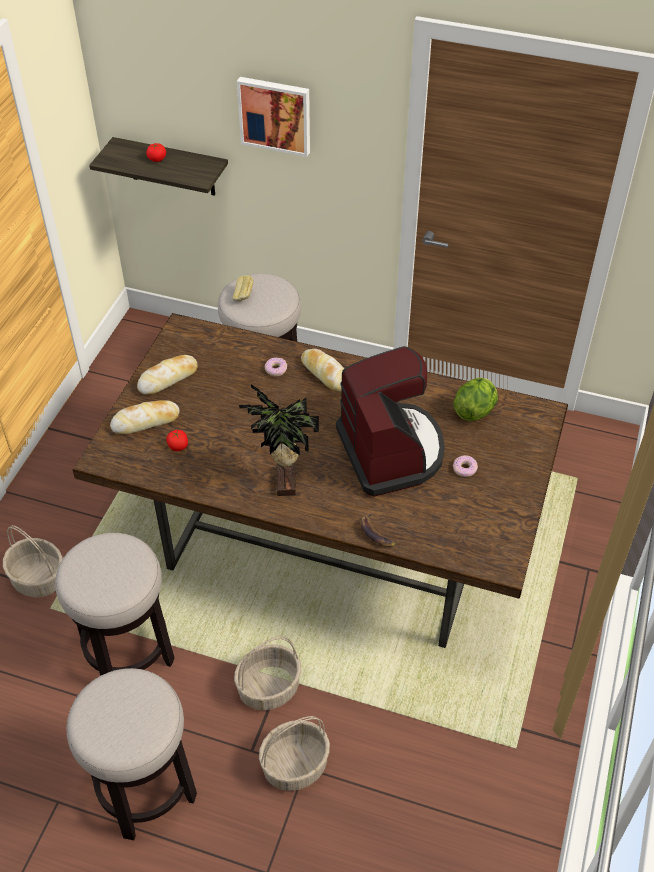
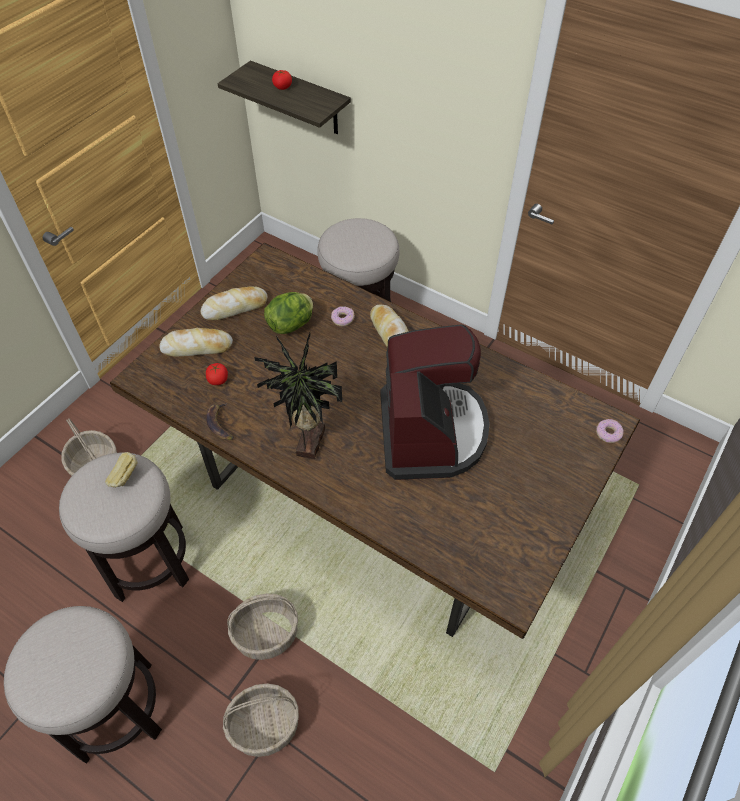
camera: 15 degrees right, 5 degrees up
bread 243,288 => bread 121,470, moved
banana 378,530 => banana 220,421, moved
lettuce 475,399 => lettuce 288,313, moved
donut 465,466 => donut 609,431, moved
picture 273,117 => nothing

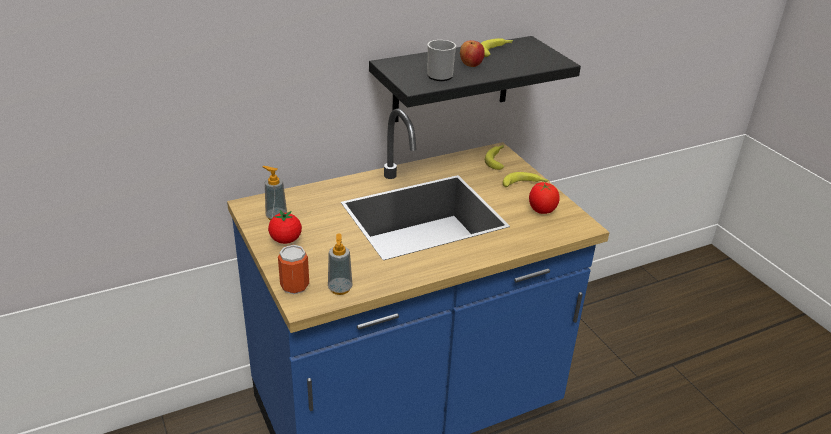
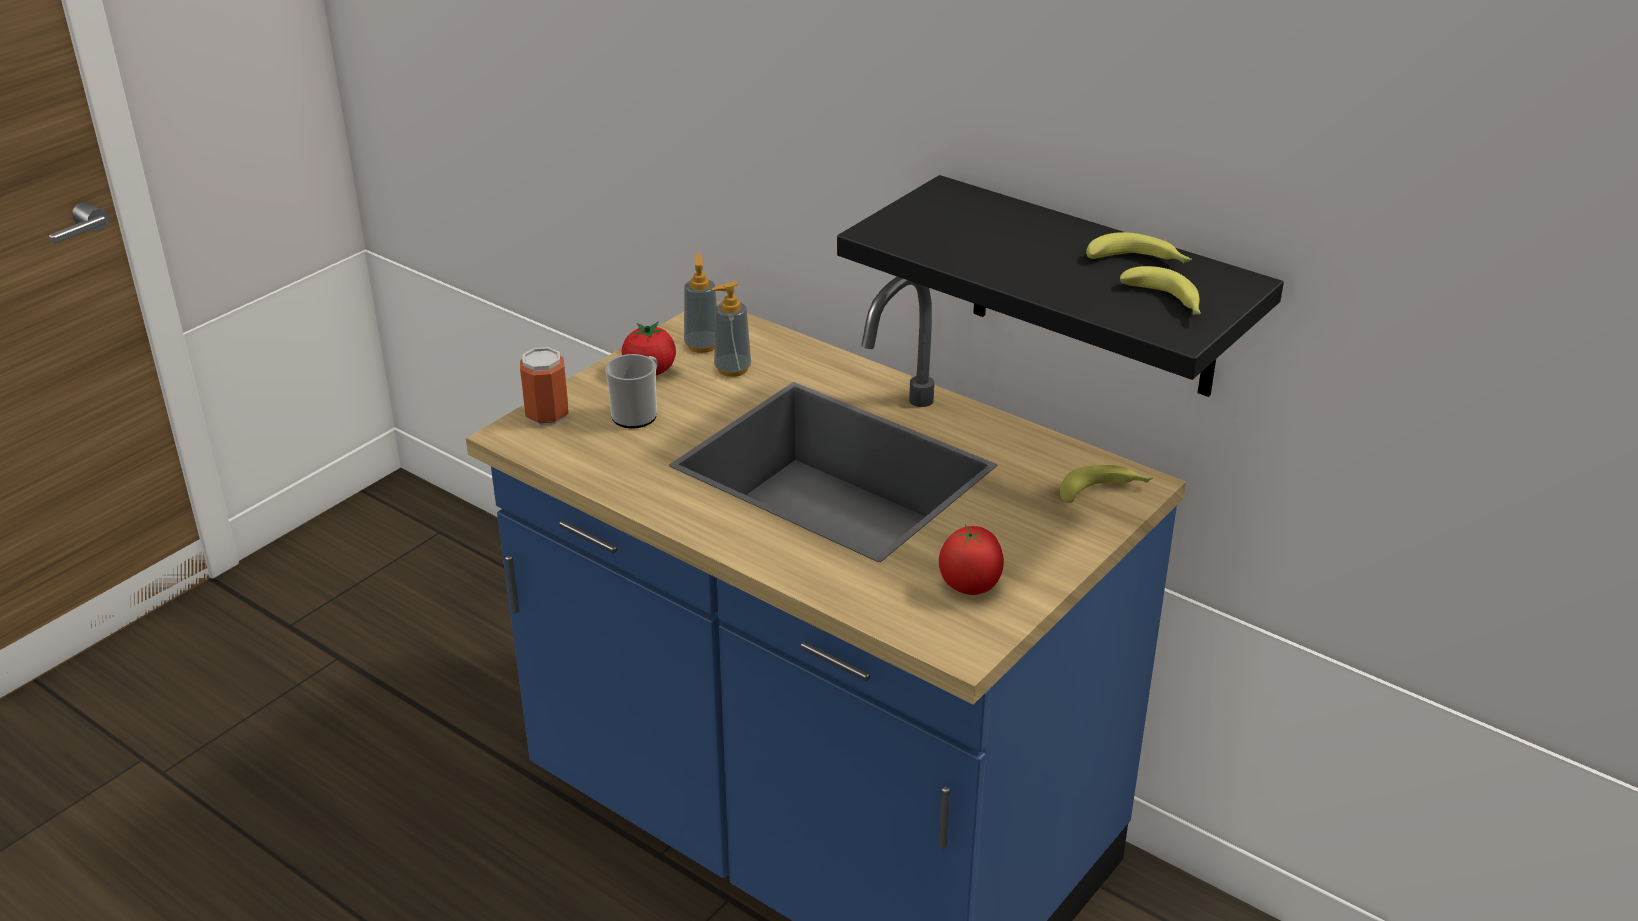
camera: 65 degrees right, 0 degrees up
mug 441,60 => mug 631,391, moved
soap dispenser 340,264 => soap dispenser 731,329, moved
banana 526,179 => banana 1160,290, moved
apple 472,53 => nothing

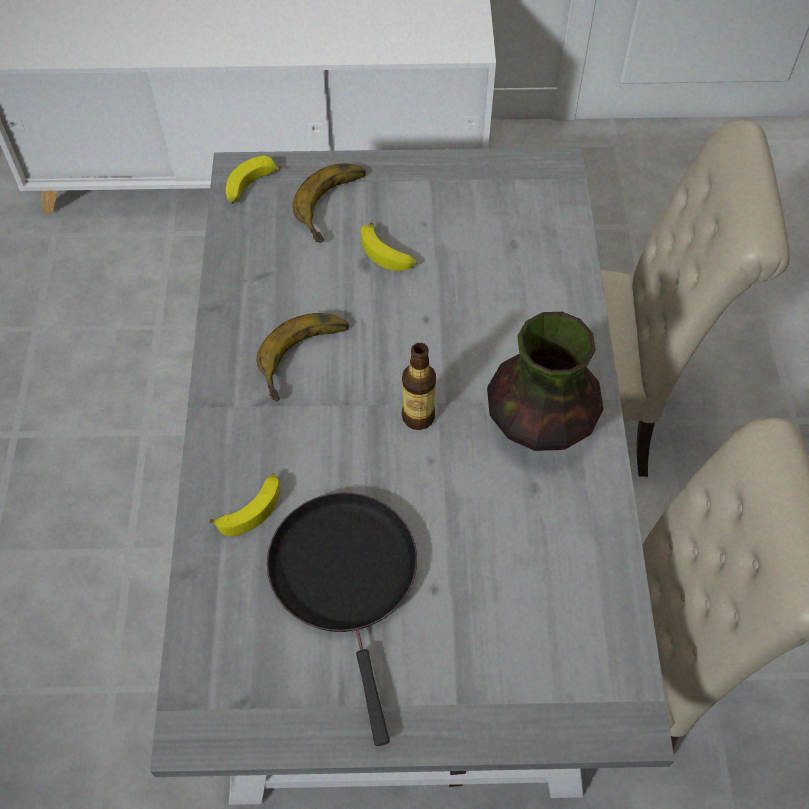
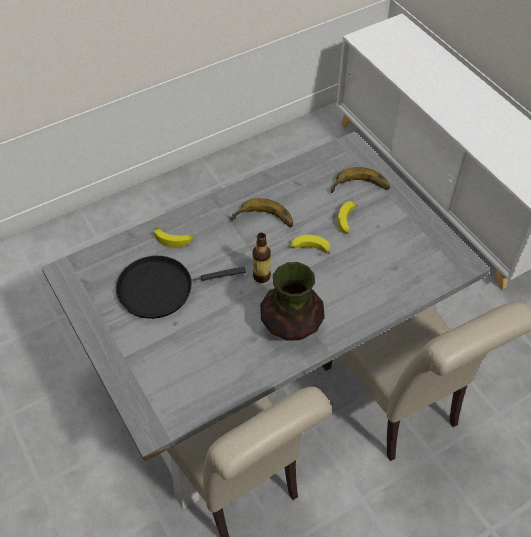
camera: 60 degrees right, 5 degrees down
black frying pan 342,619 => black frying pan 181,287, 150 degrees counterclockwise
banana 253,180 => banana 310,244, moved

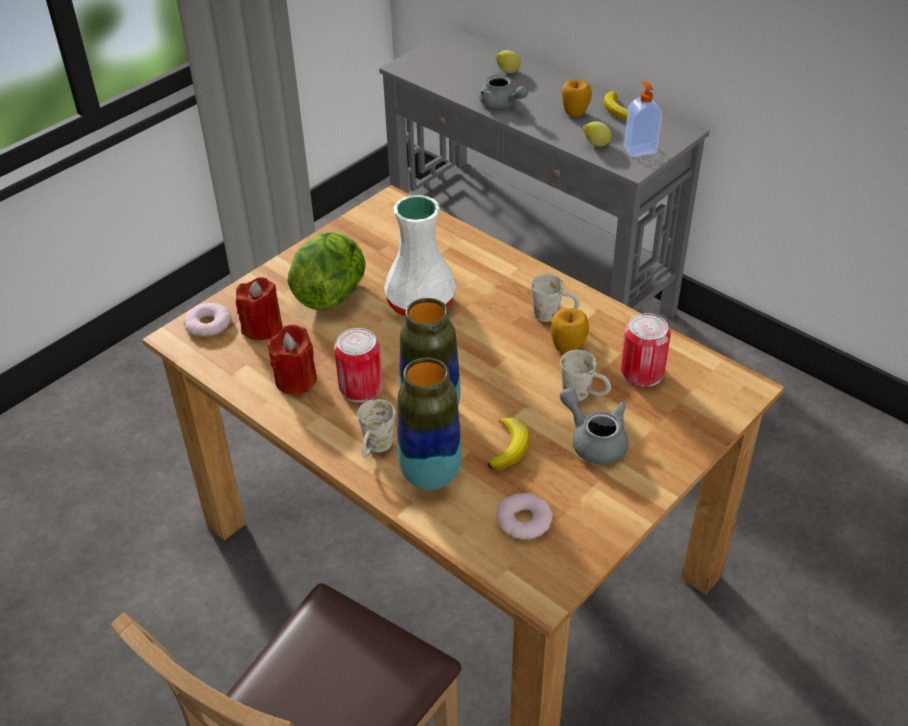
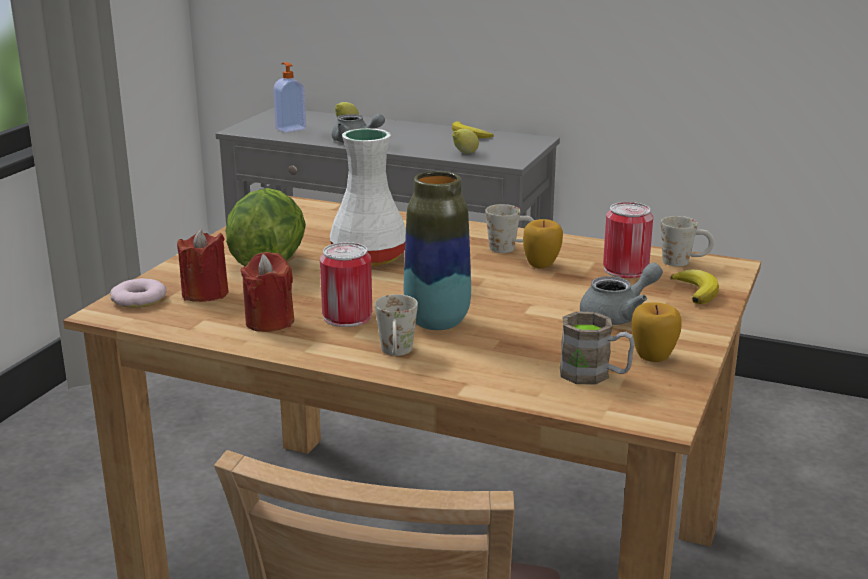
camera: 20 degrees left, 20 degrees down
soap dispenser 643,119 => soap dispenser 289,97, moved
donut 524,516 => brown mug 597,348
grey teapot 594,426 => grey teapot 621,294, 120 degrees clockwise
apple 577,98 => apple 657,332, moved
white mug 585,375 => white mug 687,241, moved
banana 508,444 => banana 694,286, moved
vase 429,424 => nothing

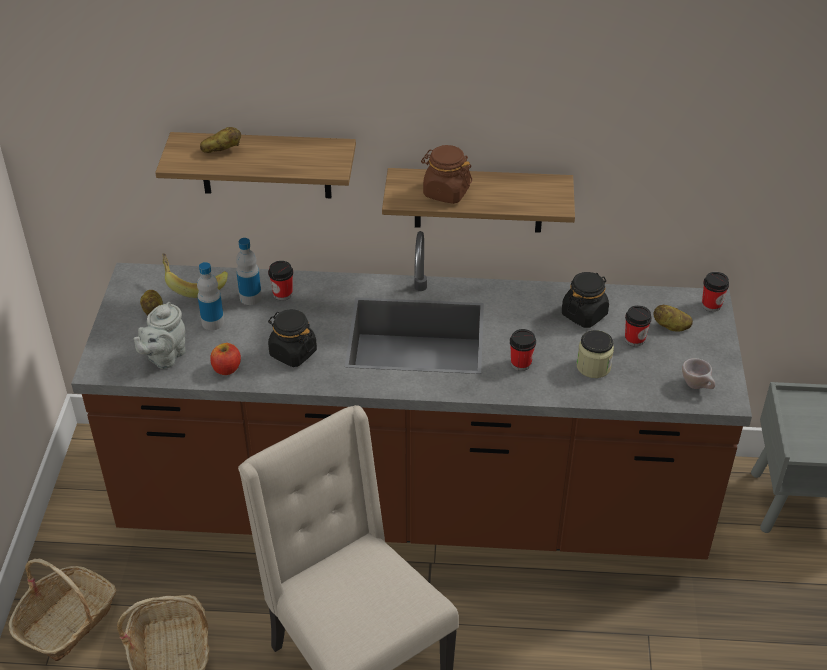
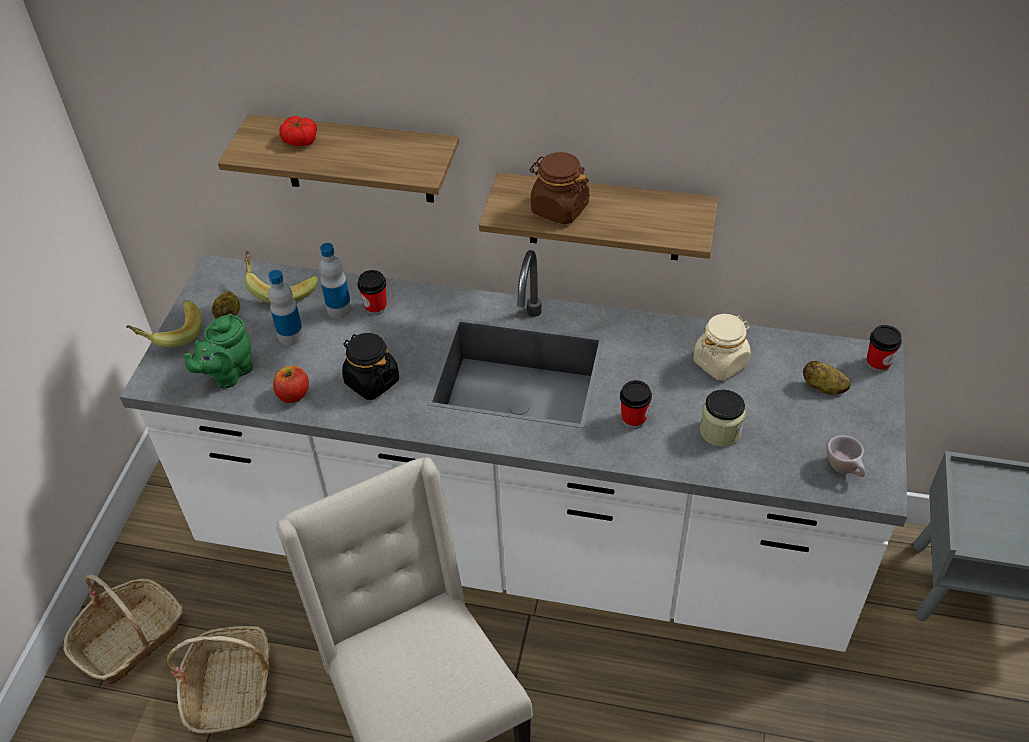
camera: 10 degrees right, 5 degrees up
brown counter 411,395 => white counter 513,451
nothing => banana 164,324
grey teapot 159,335 => green teapot 218,351
potato 220,140 => tomato 298,131
black jar 585,300 => beige jar 722,347
cup 638,326 => nothing

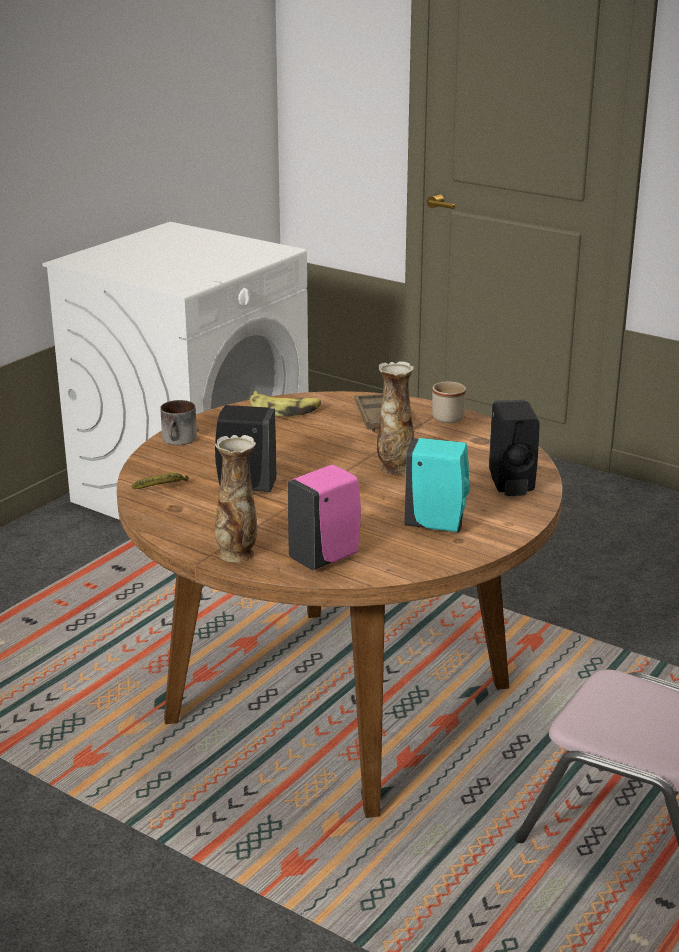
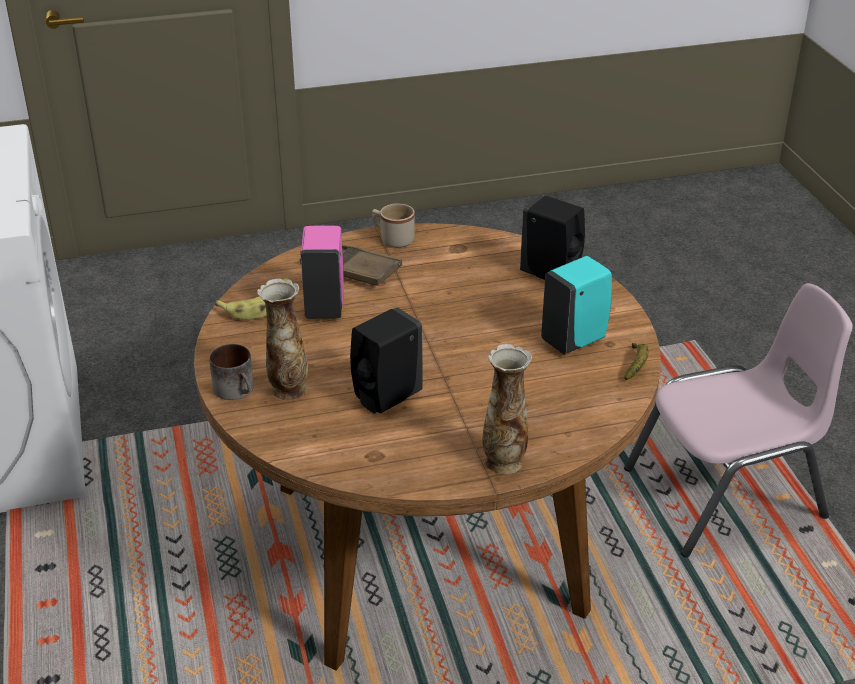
camera: 50 degrees left, 10 degrees up
vase 395,418 => vase 282,339, moved
pink soap dispenser 324,517 => pink soap dispenser 322,272, moved
banana 160,481 => banana 636,361, moved

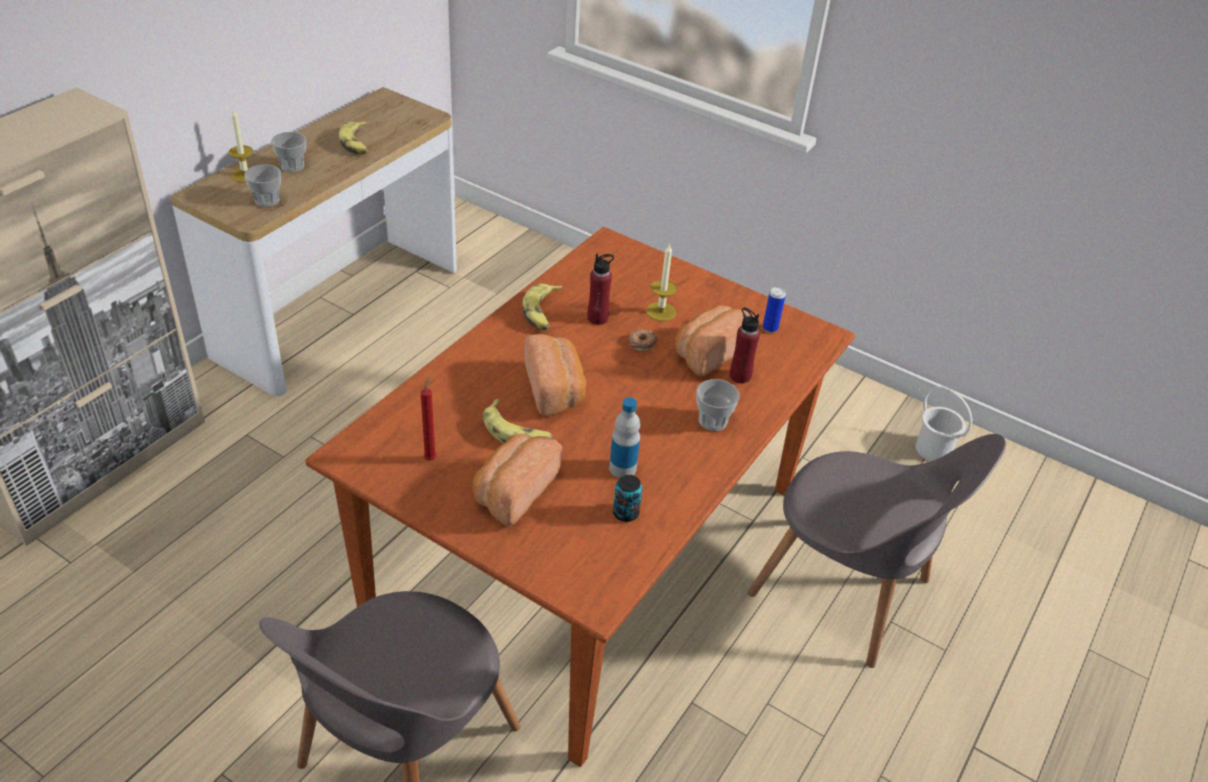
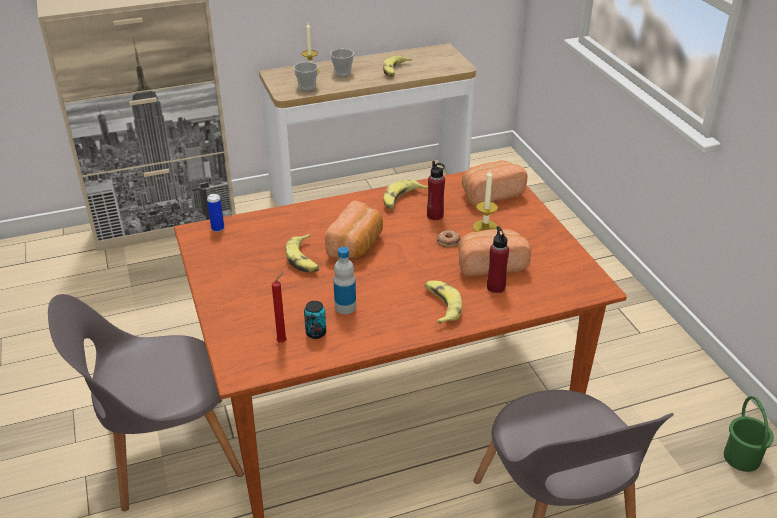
camera: 40 degrees right, 5 degrees down
can 774,310 => can 215,213, moved
red candle 429,419 => red candle 279,308, moved
cup 718,405 => banana 443,302
bread 517,480 => bread 494,183, moved
white bucket 943,423 => green bucket 749,434

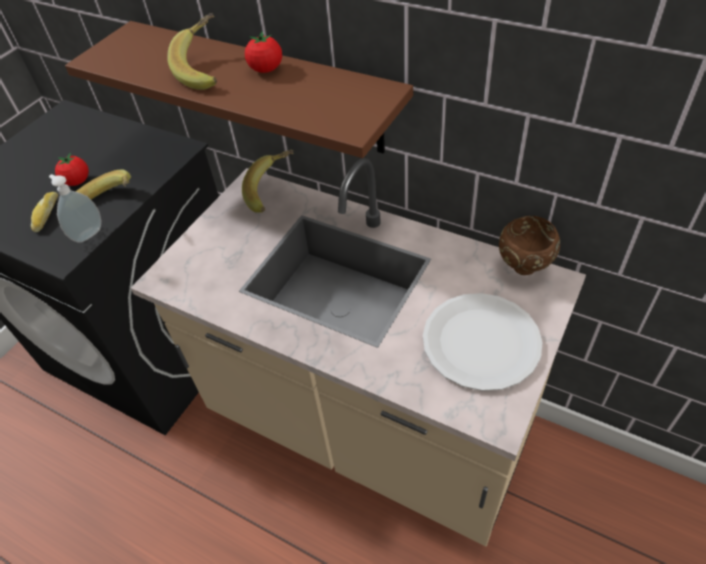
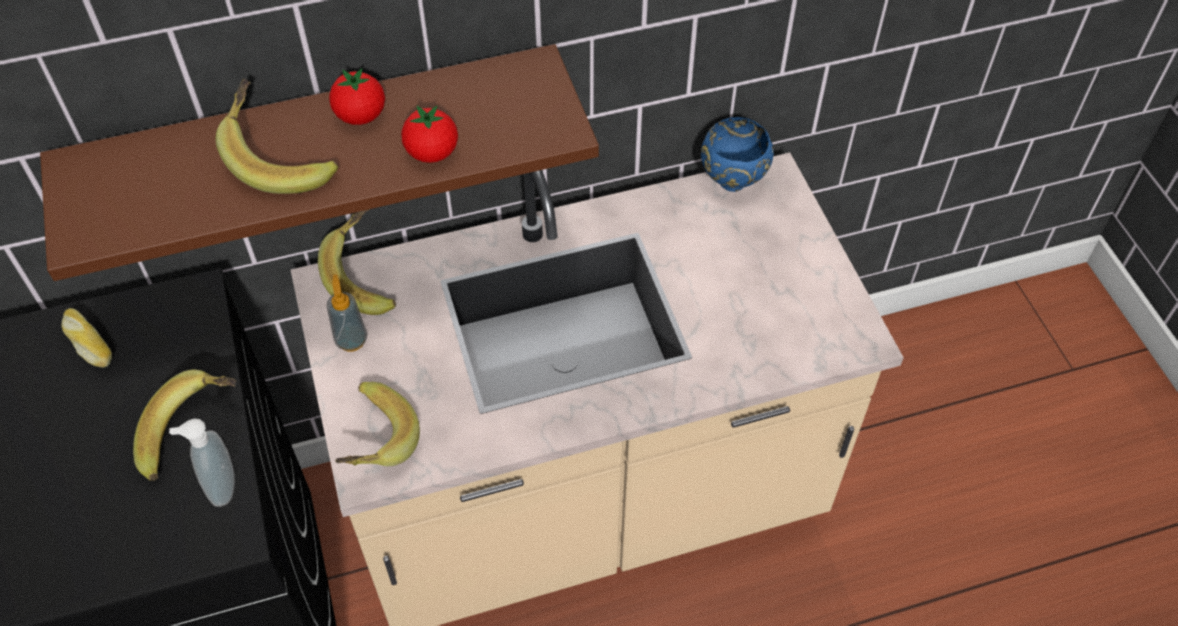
camera: 50 degrees left, 5 degrees up
bread 44,212 => bread 87,338, moved
nothing => soap dispenser 347,313
nothing => banana 377,424
tomato 72,169 => tomato 429,134, moved
brown bowl 529,245 => blue bowl 737,154
white plate 483,342 => nothing

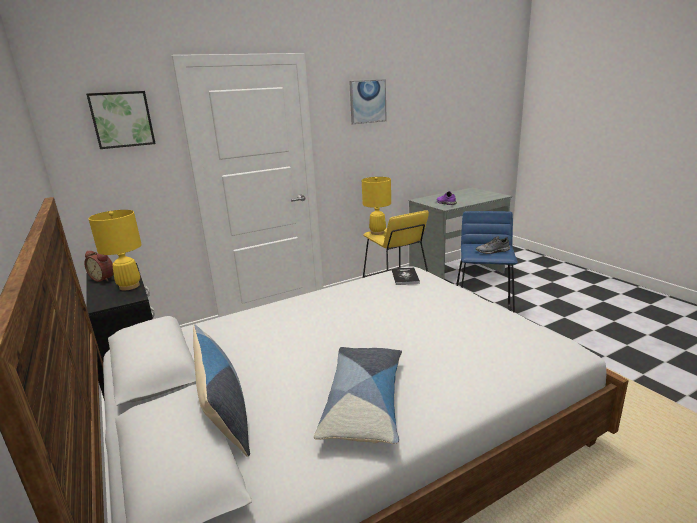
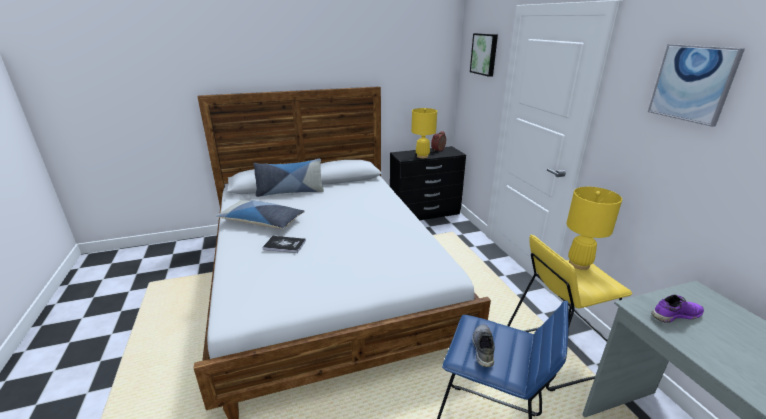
camera: 100 degrees right, 5 degrees up
book 406,276 => book 284,244, moved

